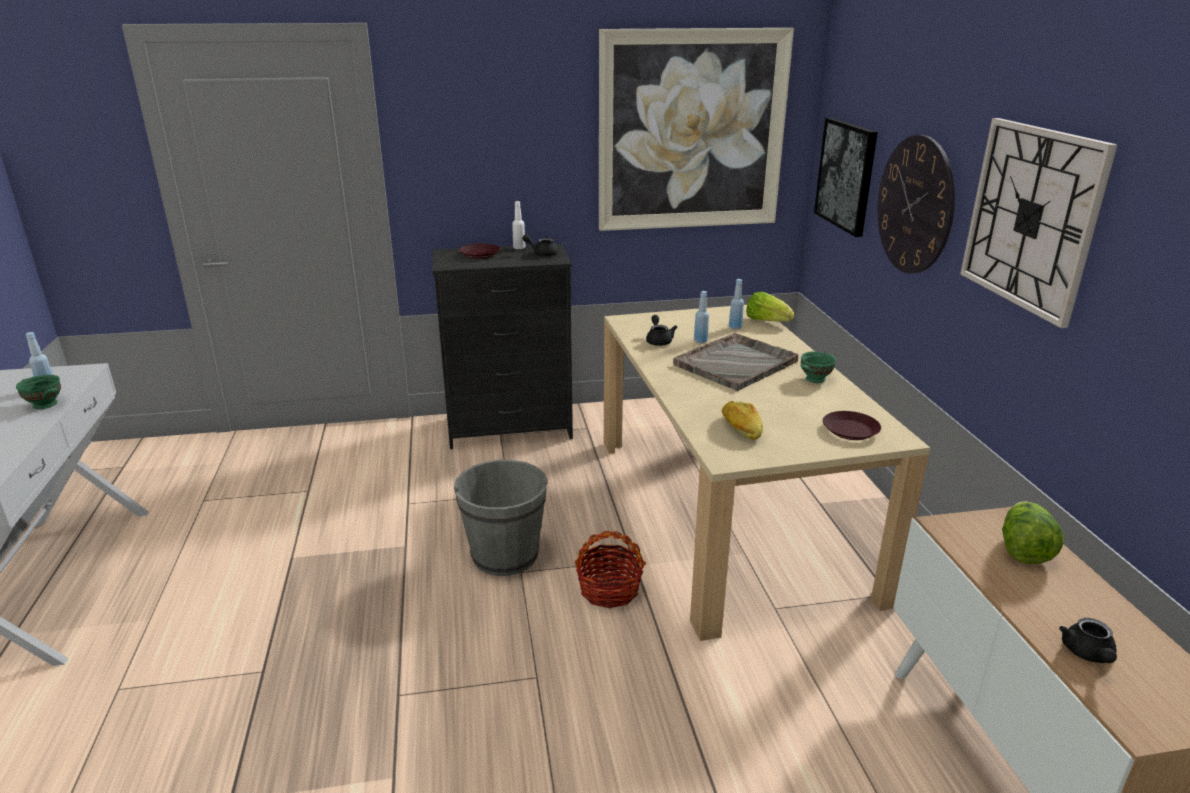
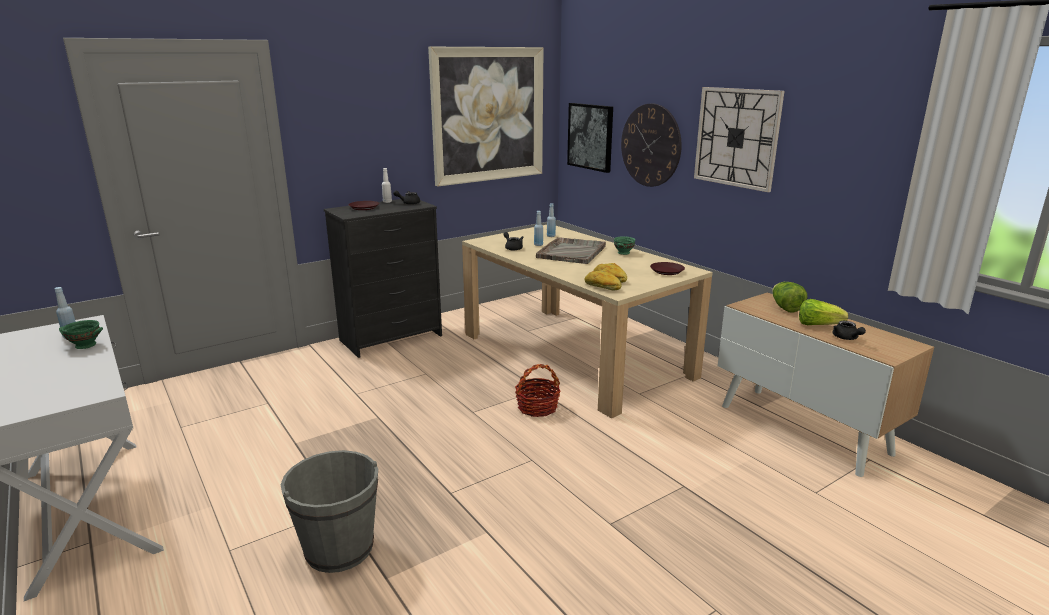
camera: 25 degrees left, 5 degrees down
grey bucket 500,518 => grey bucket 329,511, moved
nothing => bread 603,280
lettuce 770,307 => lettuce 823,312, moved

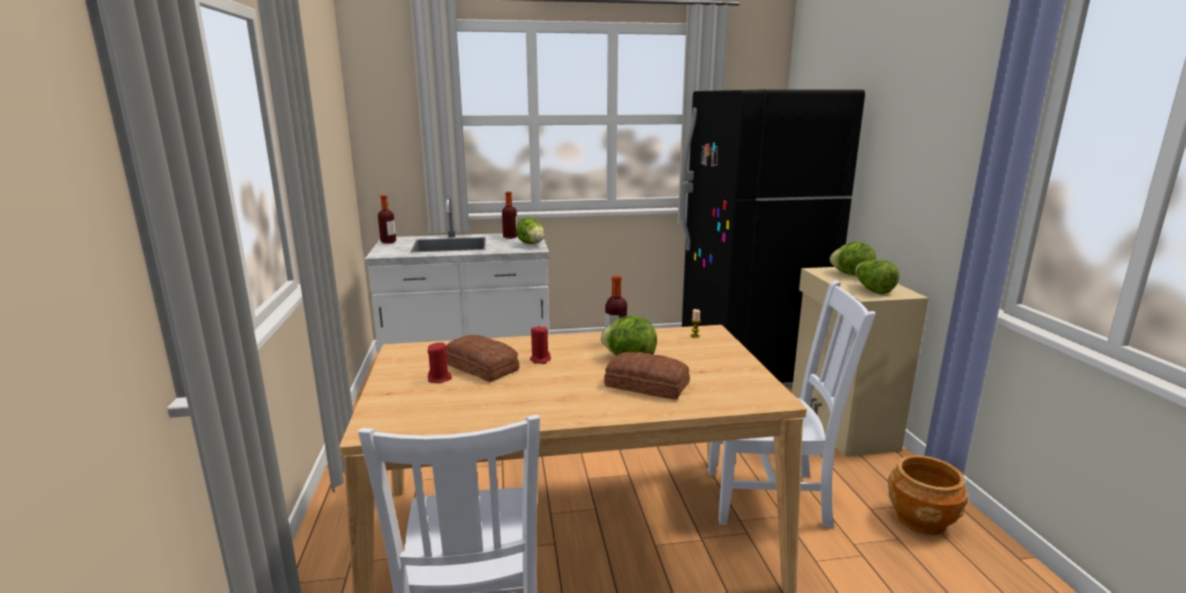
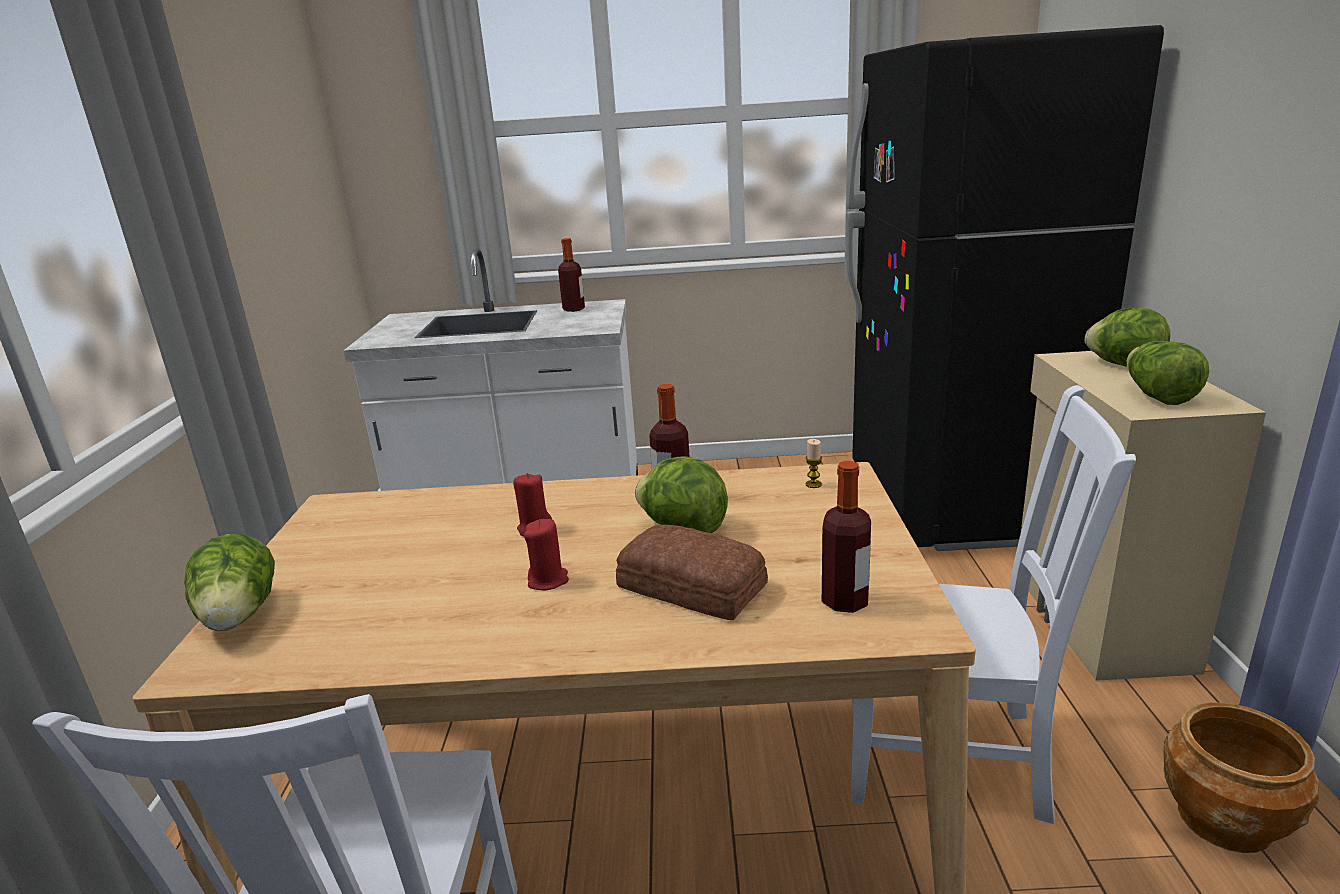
camera: 10 degrees right, 5 degrees up
lettuce 530,230 => lettuce 229,582, moved
red candle 440,362 => red candle 546,554, moved
bottle 387,219 => bottle 846,537, moved
bread 483,358 => nothing

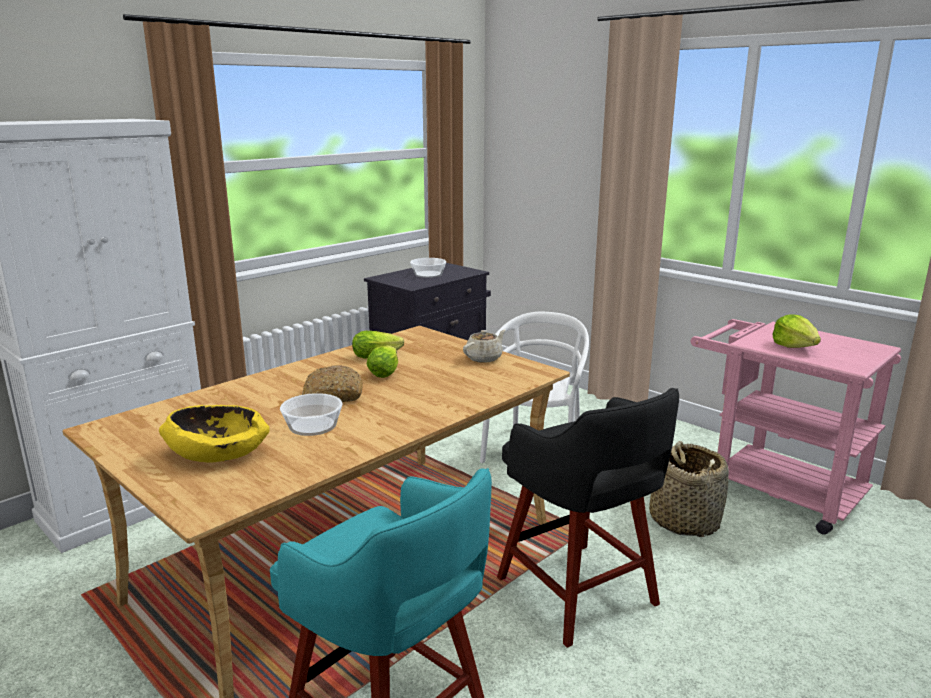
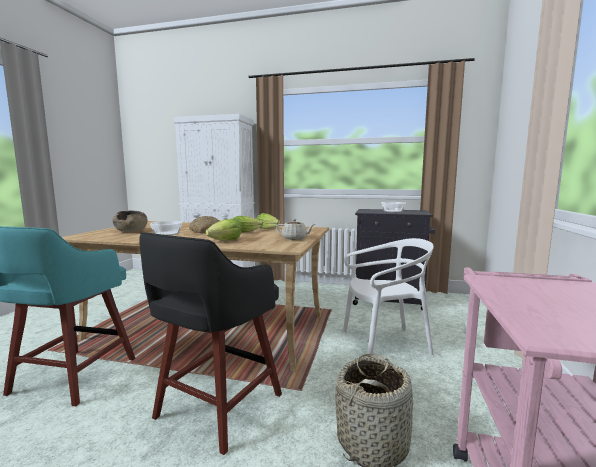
camera: 60 degrees right, 10 degrees down
yellow bowl 214,434 => brown bowl 130,221
lettuce 797,331 => lettuce 224,230, moved

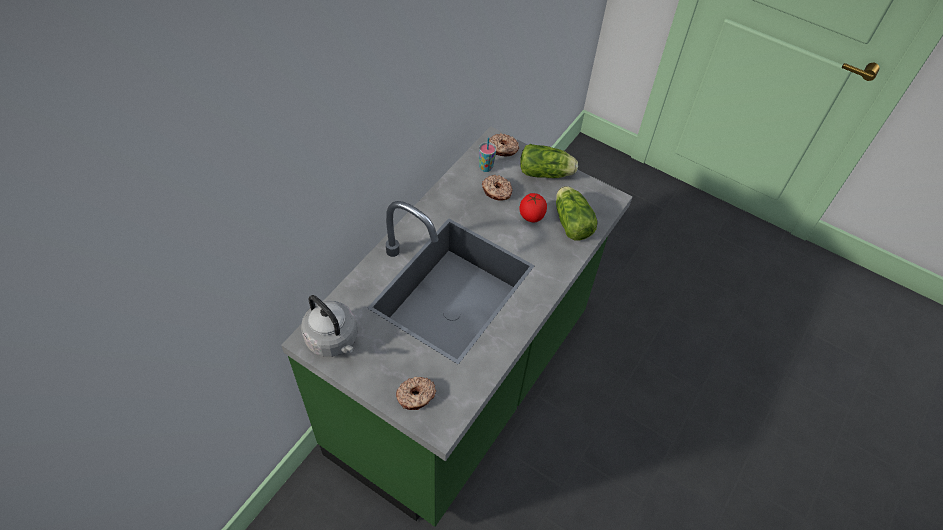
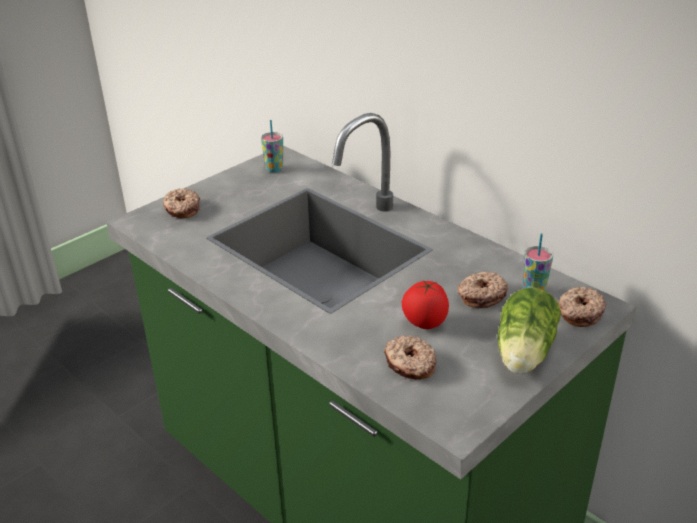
camera: 105 degrees right, 20 degrees down
grey kettle 329,326 => cup 272,146
lettuce 577,213 => donut 410,357

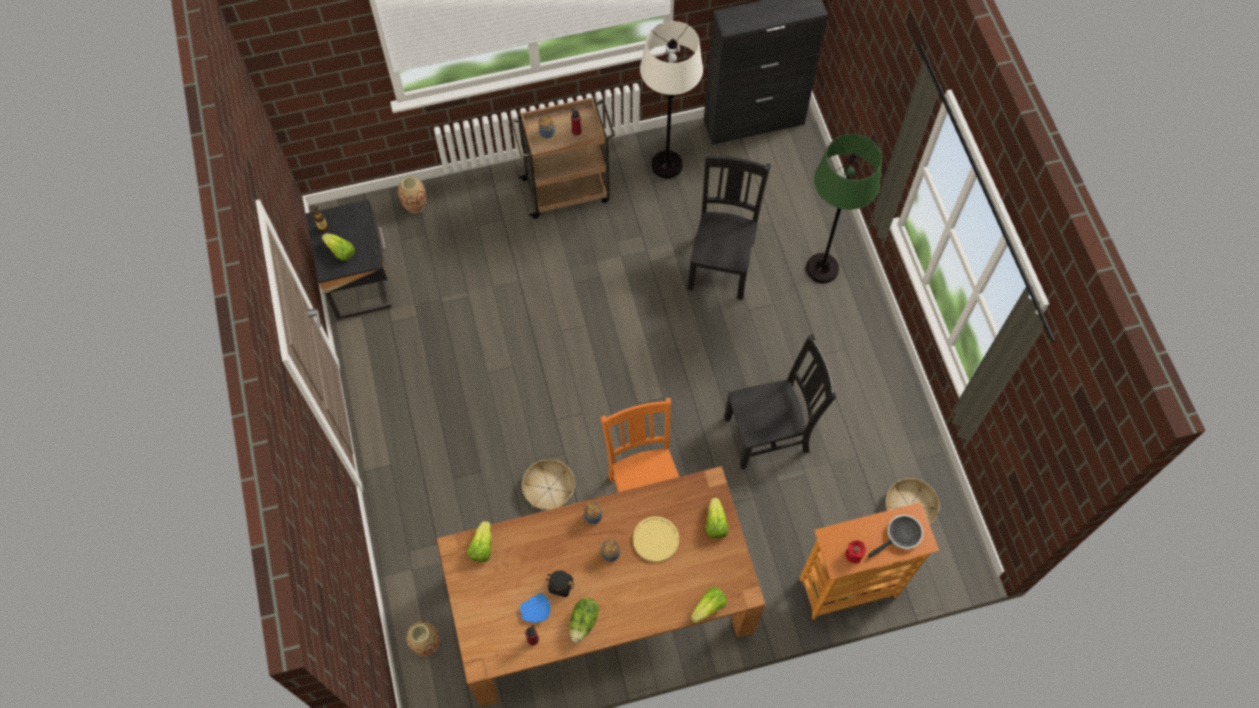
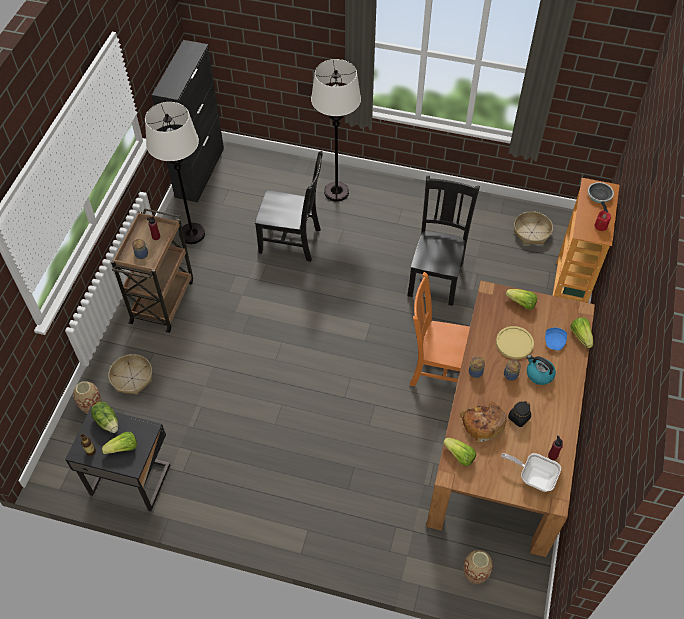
camera: 60 degrees left, 10 degrees down
lettuce 584,620 => lettuce 104,417, moved
basket 548,484 => basket 130,374, moved
black chair 729,226 => black chair 289,206, 150 degrees clockwise
green floor lamp 844,208 => white floor lamp 336,130
nothing => bread 483,422
nothing => frying pan 531,472
nothing => kettle 541,370
blue plate 535,608 => blue plate 556,339, moved

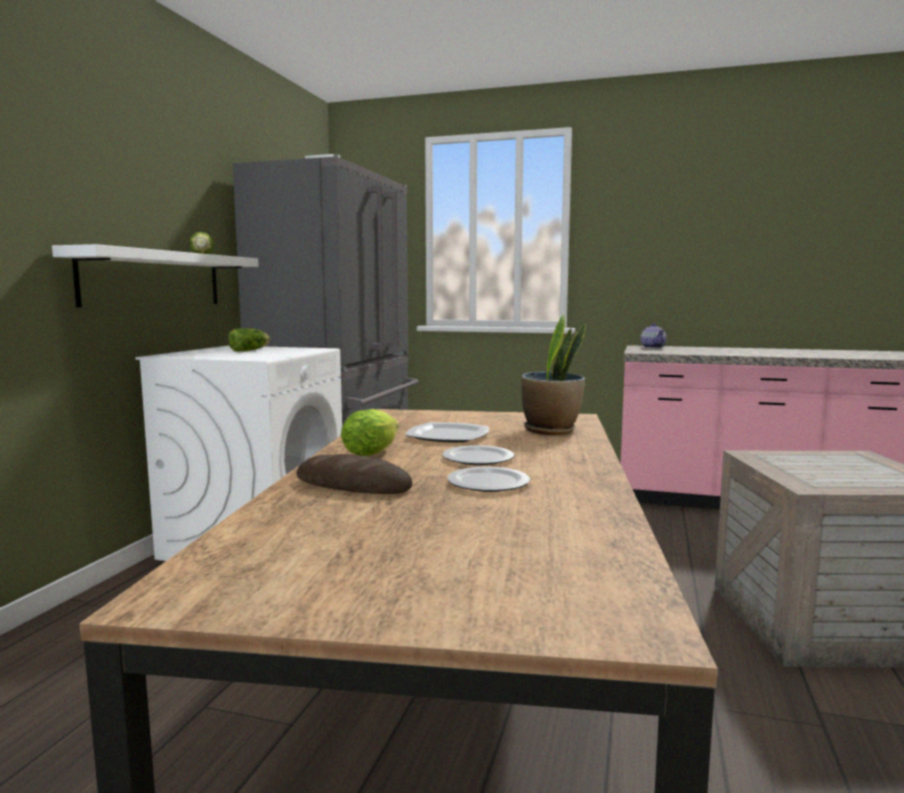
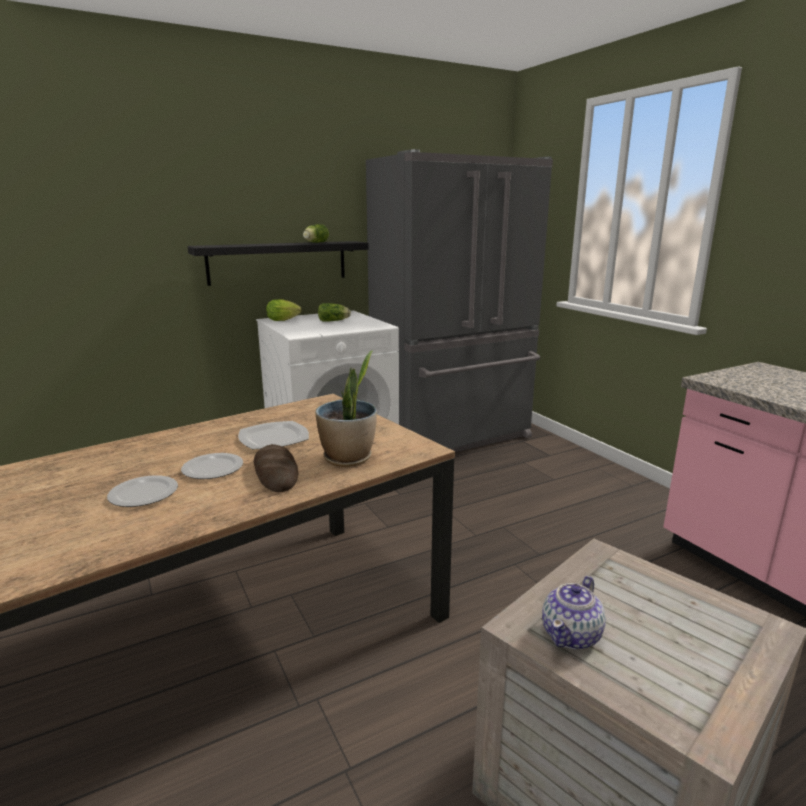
camera: 45 degrees right, 10 degrees up
white shelf 155,275 => black shelf 278,263
bread 354,474 => bread 276,468, moved
lettuce 370,432 => lettuce 284,310, moved
teapot 653,335 => teapot 574,613, moved

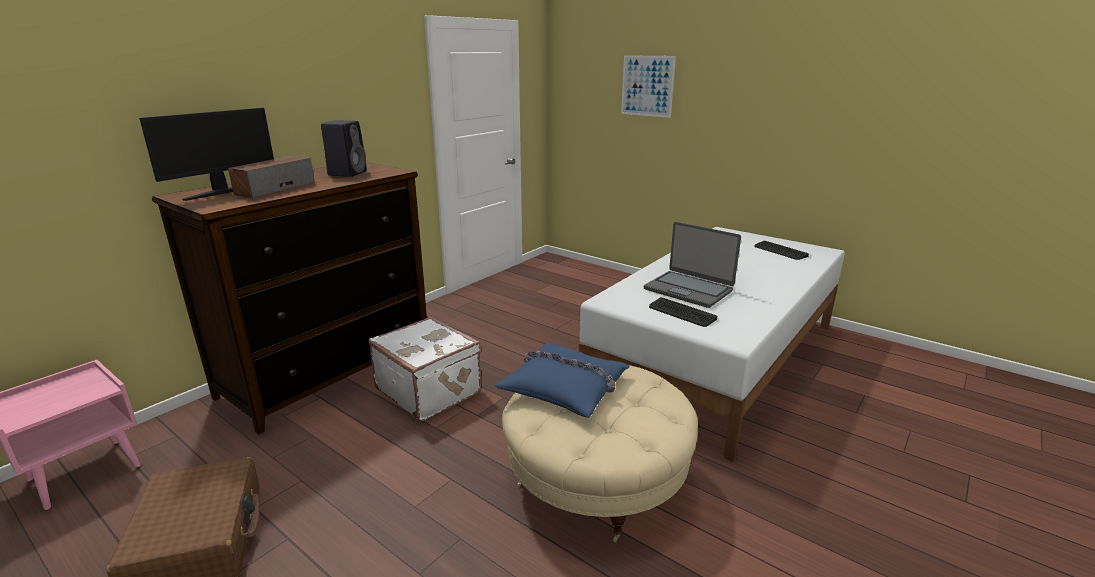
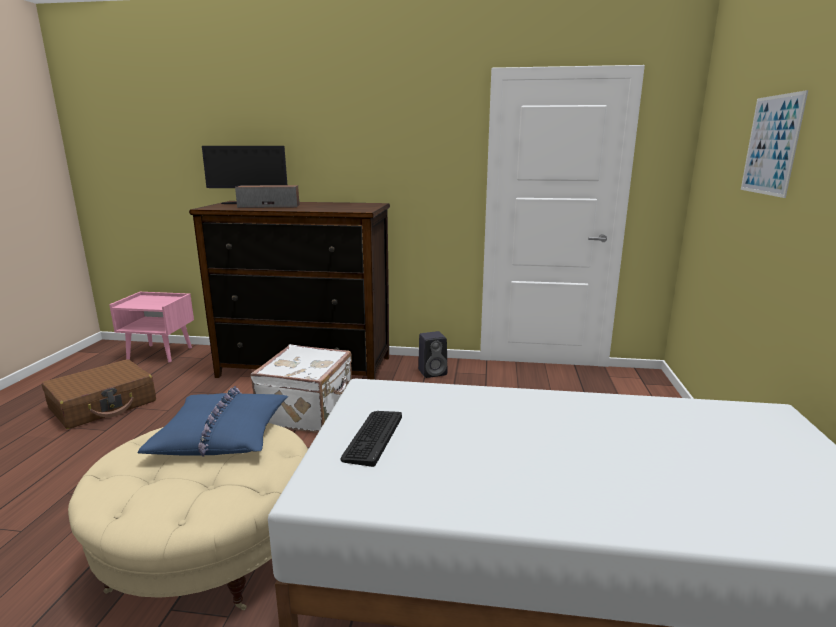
camera: 60 degrees right, 5 degrees down
black speaker 344,148 => black speaker 432,354, moved
laptop 692,265 => nothing
keyboard 781,250 => nothing

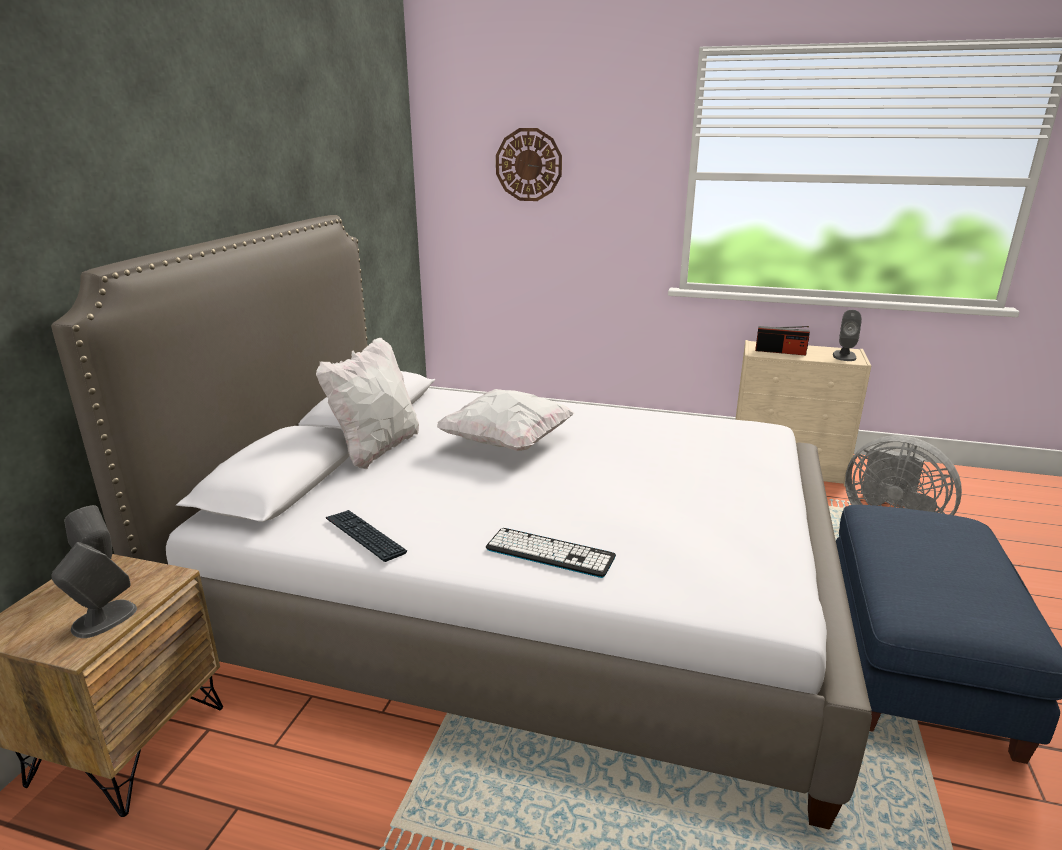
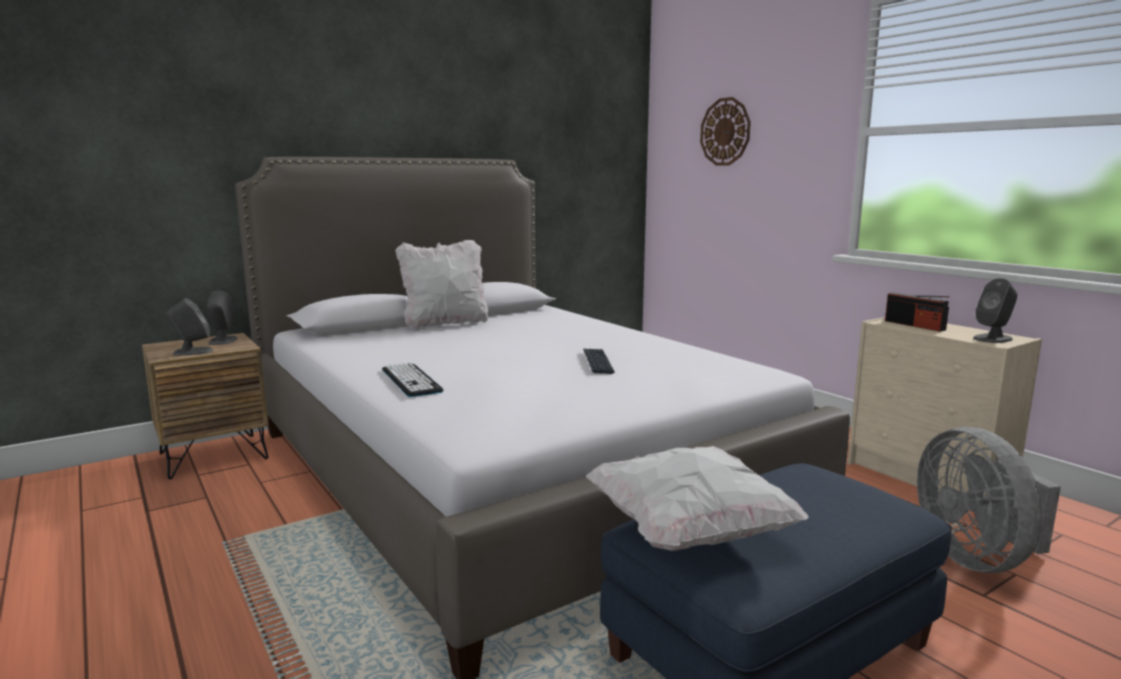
camera: 40 degrees right, 10 degrees down
keyboard 366,536 => keyboard 599,361, moved
white pillow 505,420 => white pillow 697,498, moved

